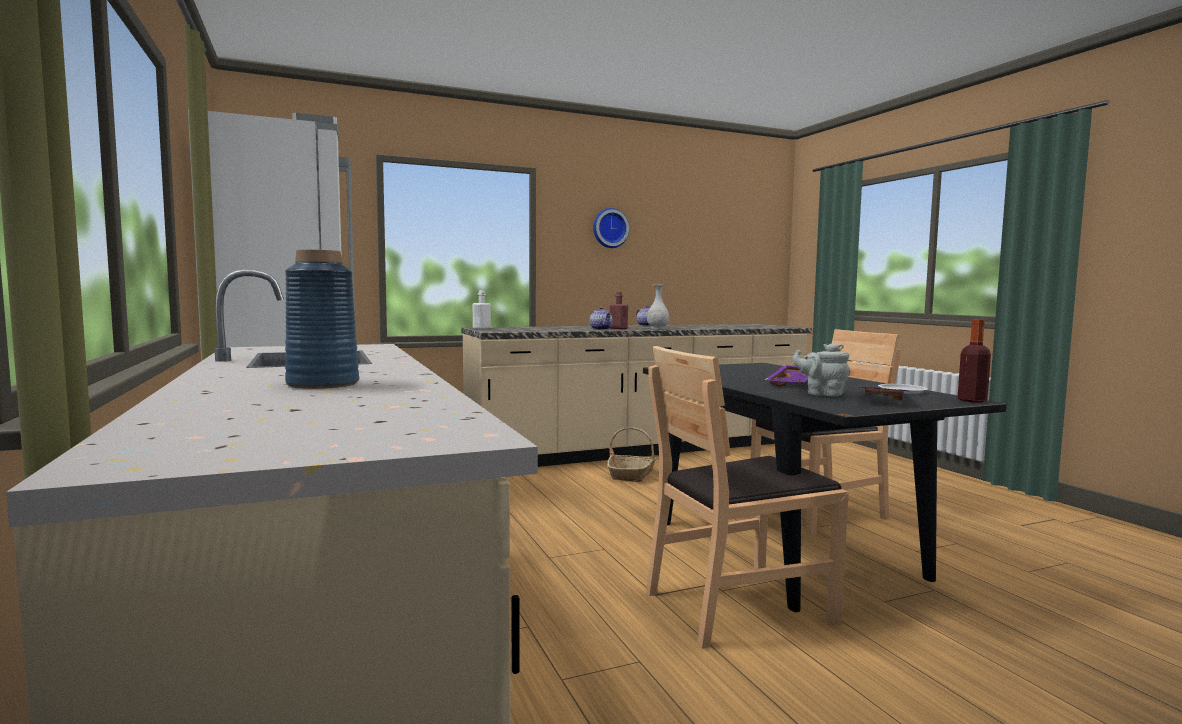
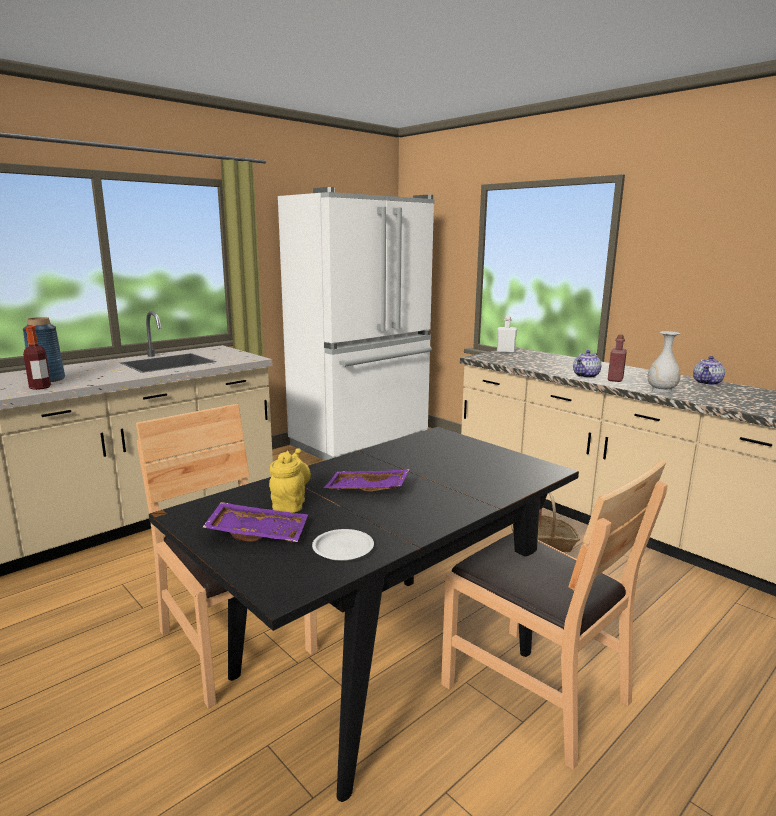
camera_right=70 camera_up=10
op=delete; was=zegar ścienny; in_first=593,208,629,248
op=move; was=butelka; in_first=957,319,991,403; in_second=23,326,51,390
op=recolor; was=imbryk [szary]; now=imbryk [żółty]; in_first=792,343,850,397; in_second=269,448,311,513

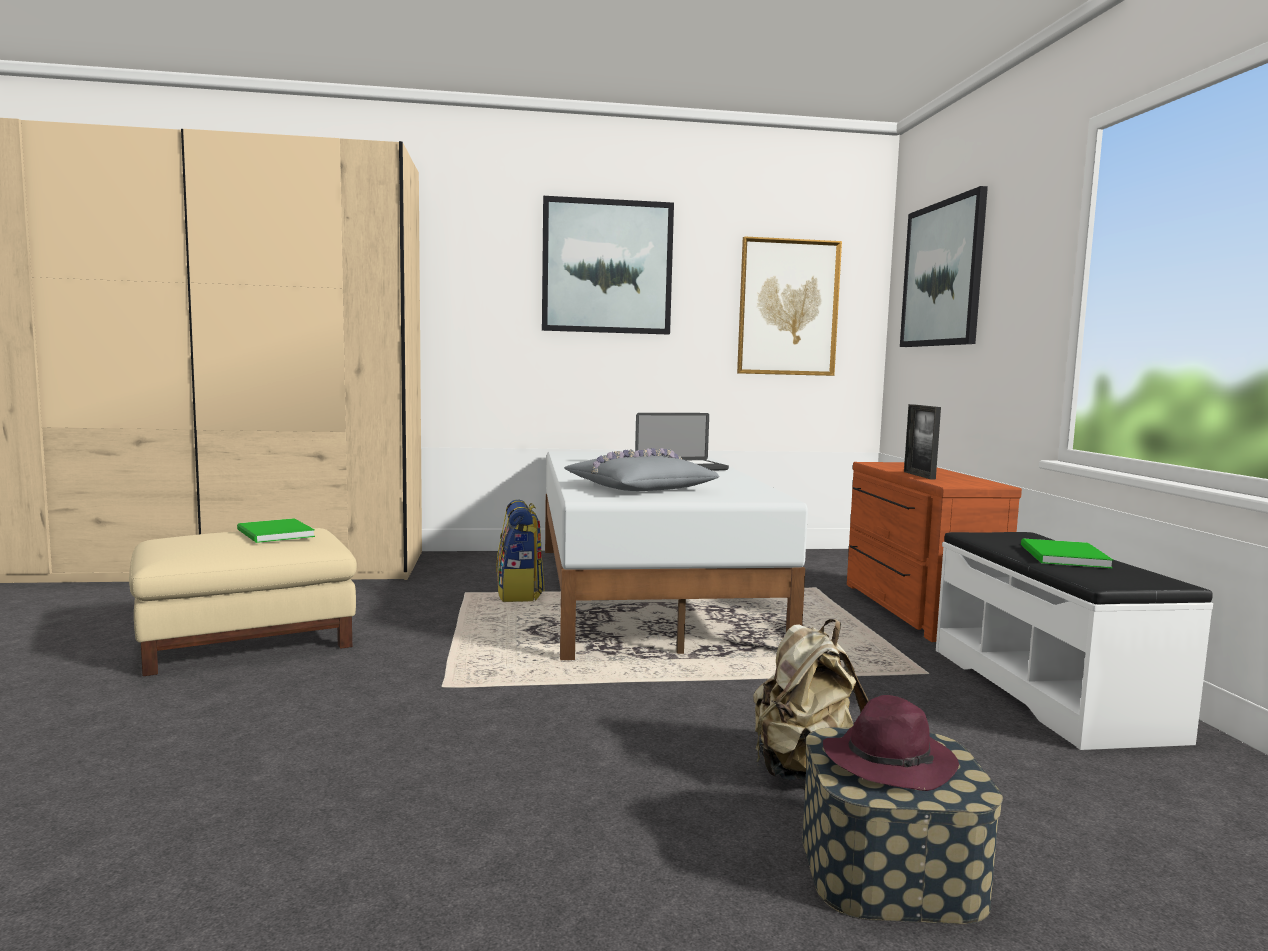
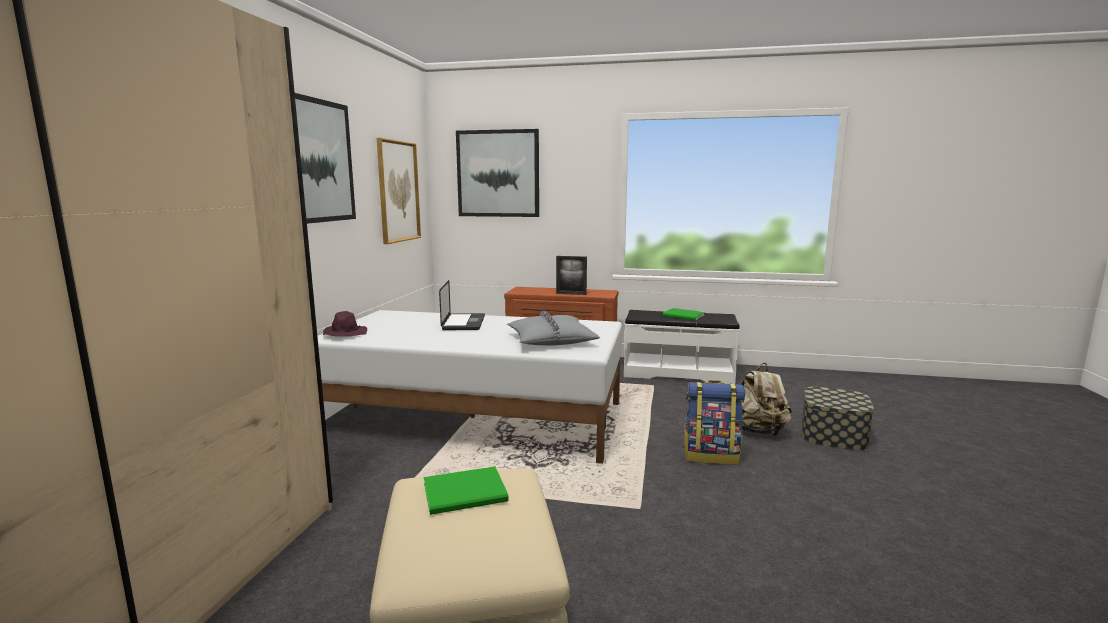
camera_right=-70 camera_up=5
op=move; was=plecak; in_first=496,500,544,602; in_second=683,380,745,465
op=move; was=kapelusz [fioletowy]; in_first=823,695,959,791; in_second=323,311,367,336

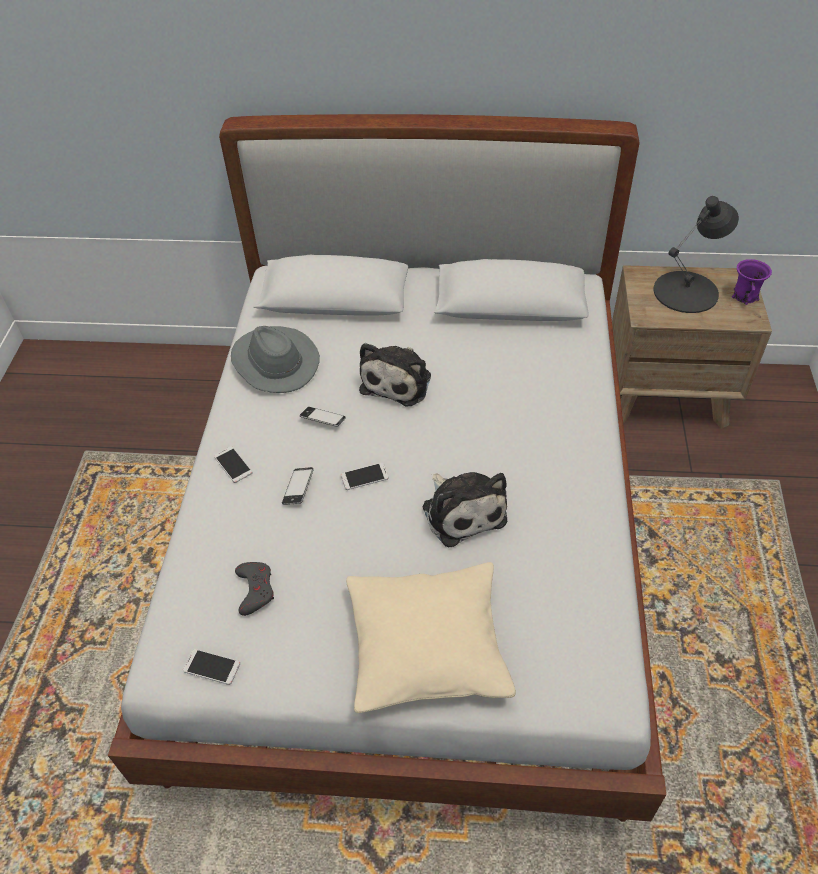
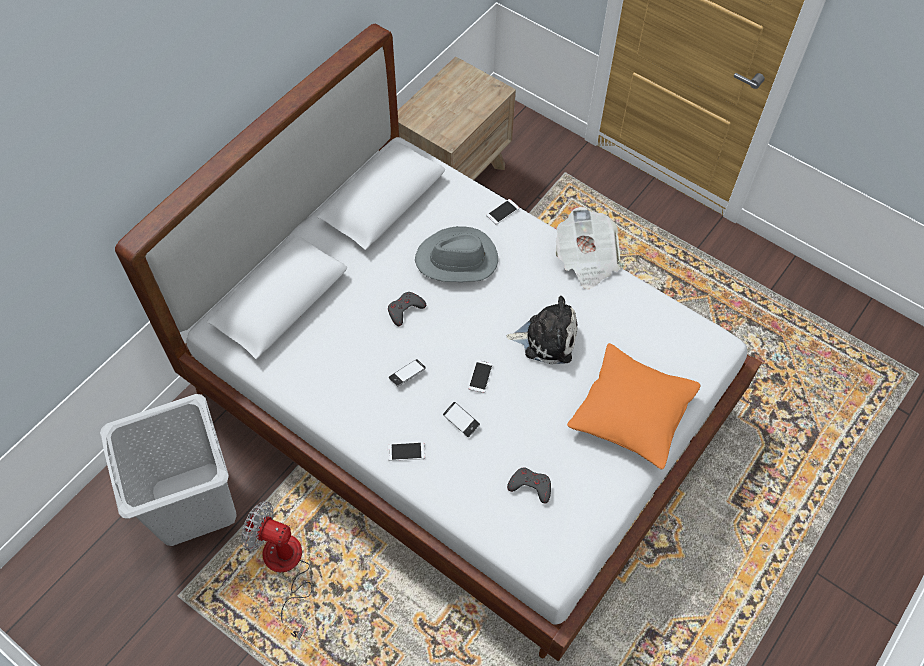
camera_right=-60 camera_up=10
op=delete; was=lampa stołowa [czarny]; in_first=653,196,739,313
op=delete; was=kubek [fioletowy]; in_first=732,259,772,305
op=move; was=kapelusz [szary]; in_first=231,326,320,393; in_second=415,226,498,282
op=replace; was=pluszak; now=pad do gier [szary]; in_first=359,343,431,406; in_second=388,292,426,326
op=recolor; was=poduszka [beżowy]; now=poduszka [pomarańczowy]; in_first=346,562,516,713; in_second=567,343,700,469
op=move; was=telefon; in_first=183,649,240,685; in_second=487,199,519,224
op=insert; now=gazeta; in_second=555,207,620,290
op=insert; now=kosz na pranie [szary]; in_second=100,394,237,546
op=insert; now=wentylator; in_second=241,501,312,641

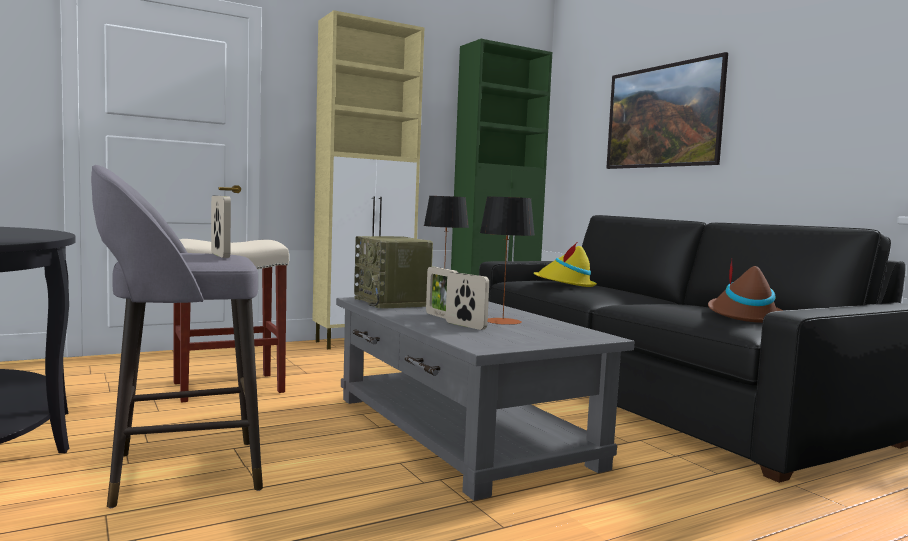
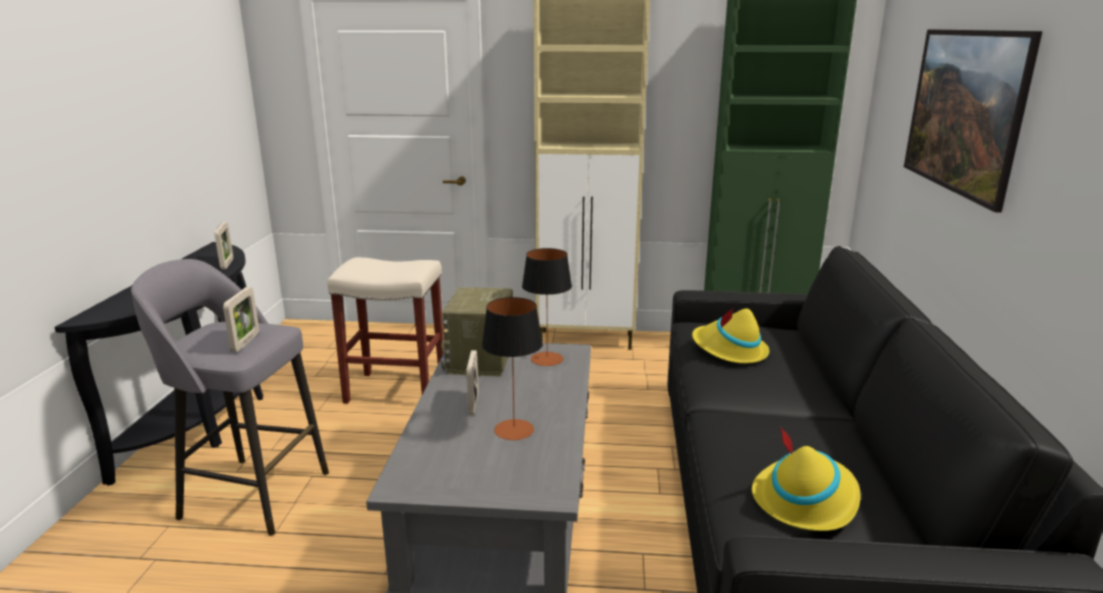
camera_right=35 camera_up=15
op=recolor; was=kapelusz [brązowy]; now=kapelusz [żółty]; in_first=708,259,783,323; in_second=752,427,861,531
op=move; was=ramka na zdjęcie; in_first=446,272,489,330; in_second=214,222,233,270

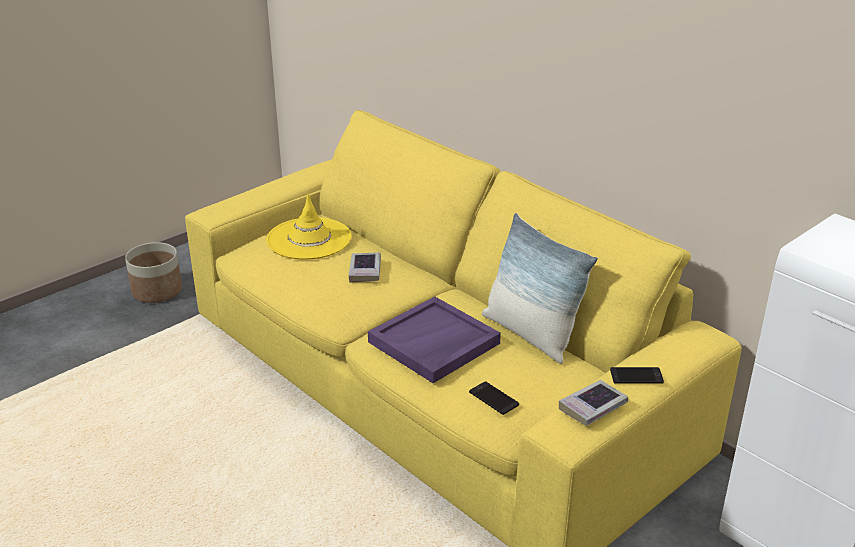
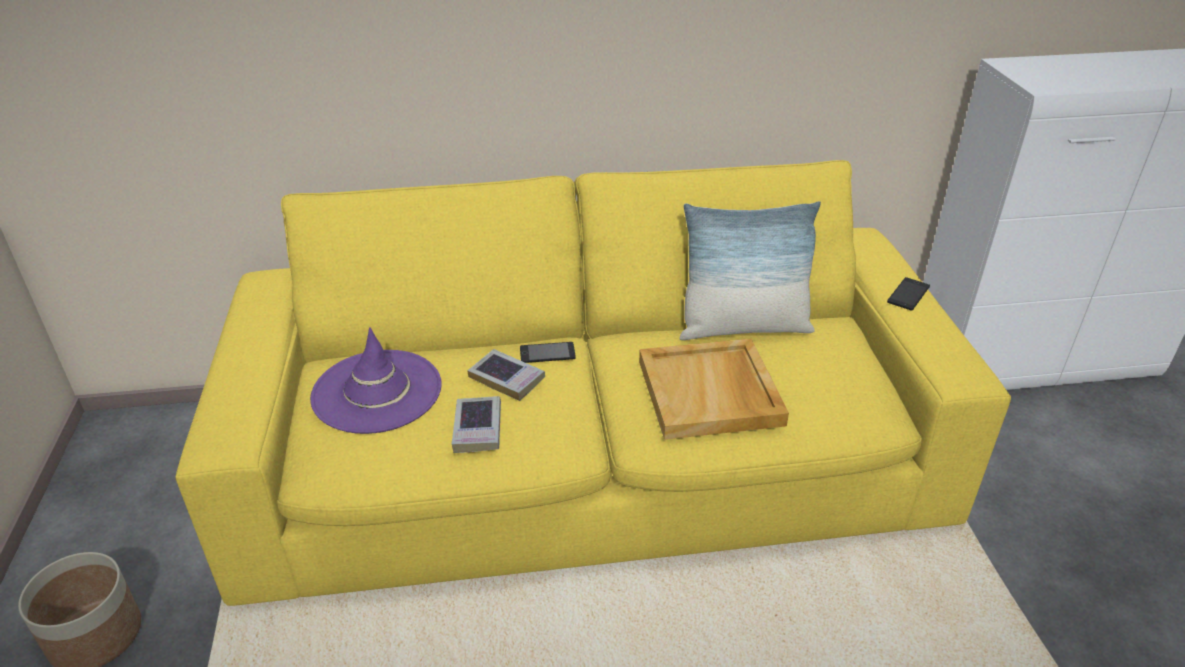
camera_right=-55 camera_up=5
op=recolor; was=kapelusz [żółty]; now=kapelusz [fioletowy]; in_first=266,194,352,259; in_second=310,328,442,434
op=recolor; was=taca [fioletowy]; now=taca [beżowy]; in_first=368,297,501,383; in_second=639,339,789,440
op=move; was=książka; in_first=559,380,628,426; in_second=452,396,501,453
op=move; was=telefon; in_first=469,381,519,415; in_second=520,342,576,363

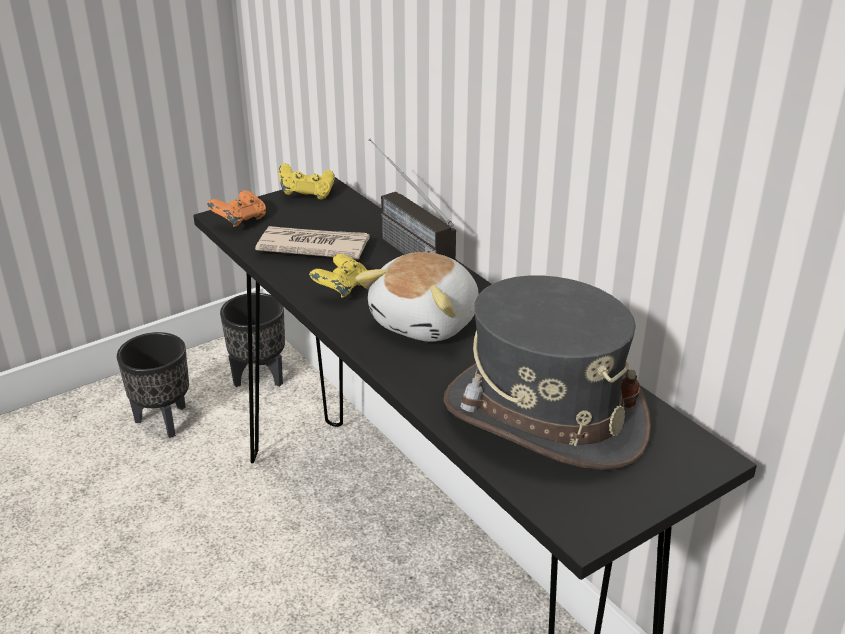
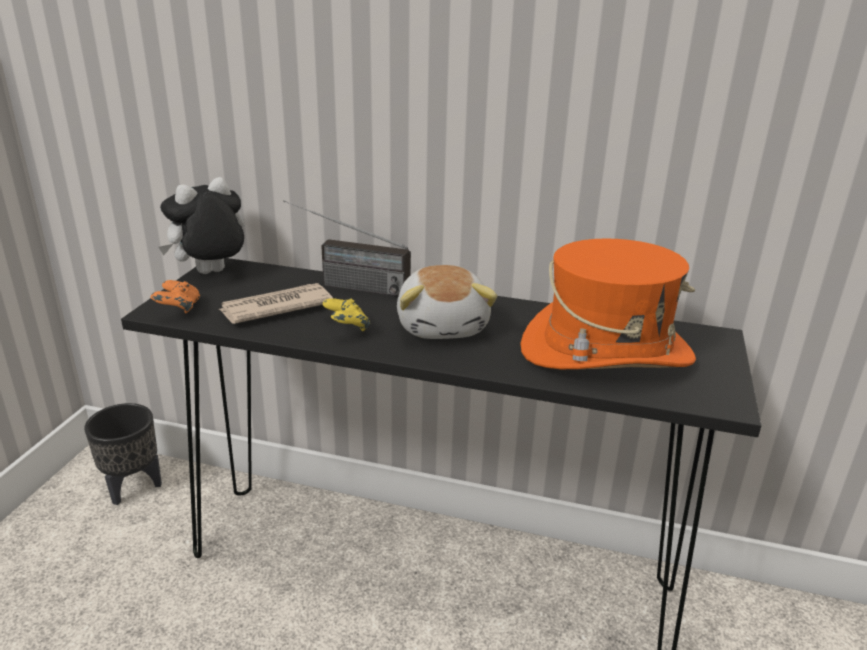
camera_right=-40 camera_up=-5
op=replace; was=pad do gier [żółty]; now=pluszak; in_first=279,164,335,199; in_second=159,177,245,274
op=recolor; was=kapelusz [szary]; now=kapelusz [pomarańczowy]; in_first=444,275,651,470; in_second=520,238,696,369
op=delete; was=donica [czarny]; in_first=117,332,189,438

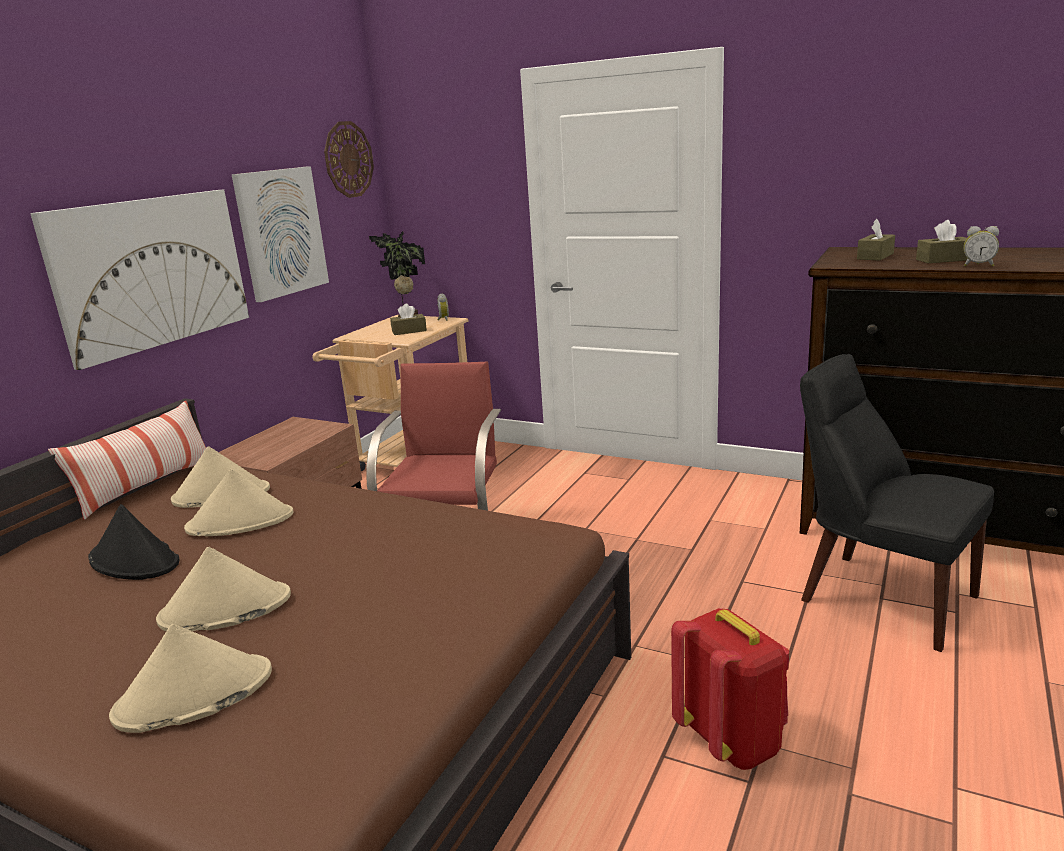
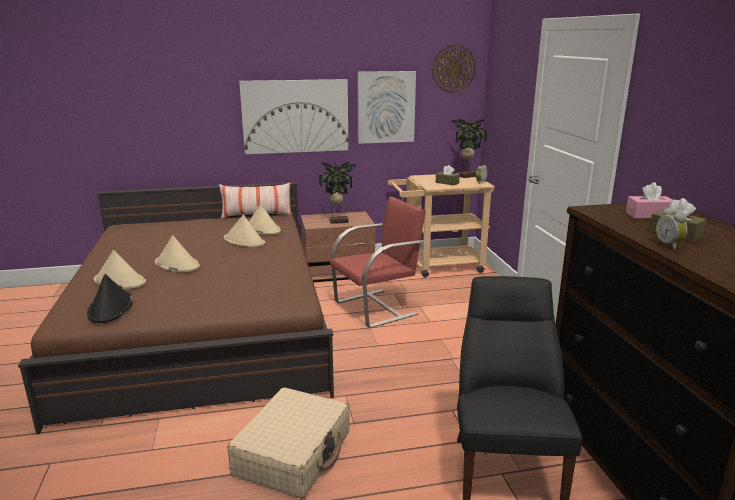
camera_right=50 camera_up=0
op=recolor; was=pudełko chusteczek [brązowy]; now=pudełko chusteczek [różowy]; in_first=857,219,895,261; in_second=626,182,672,219
op=move; was=kapelusz [czarny]; in_first=88,504,179,580; in_second=87,274,132,323
op=replace; was=plecak [czerwony]; now=walizka [beżowy]; in_first=671,608,789,770; in_second=228,387,350,498
op=insert; now=roślina doniczkowa; in_second=319,162,356,224

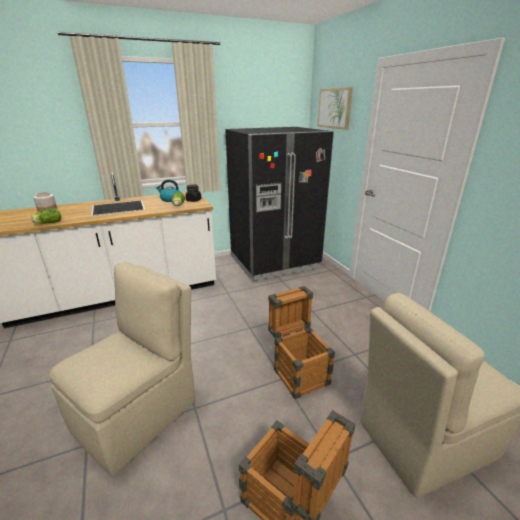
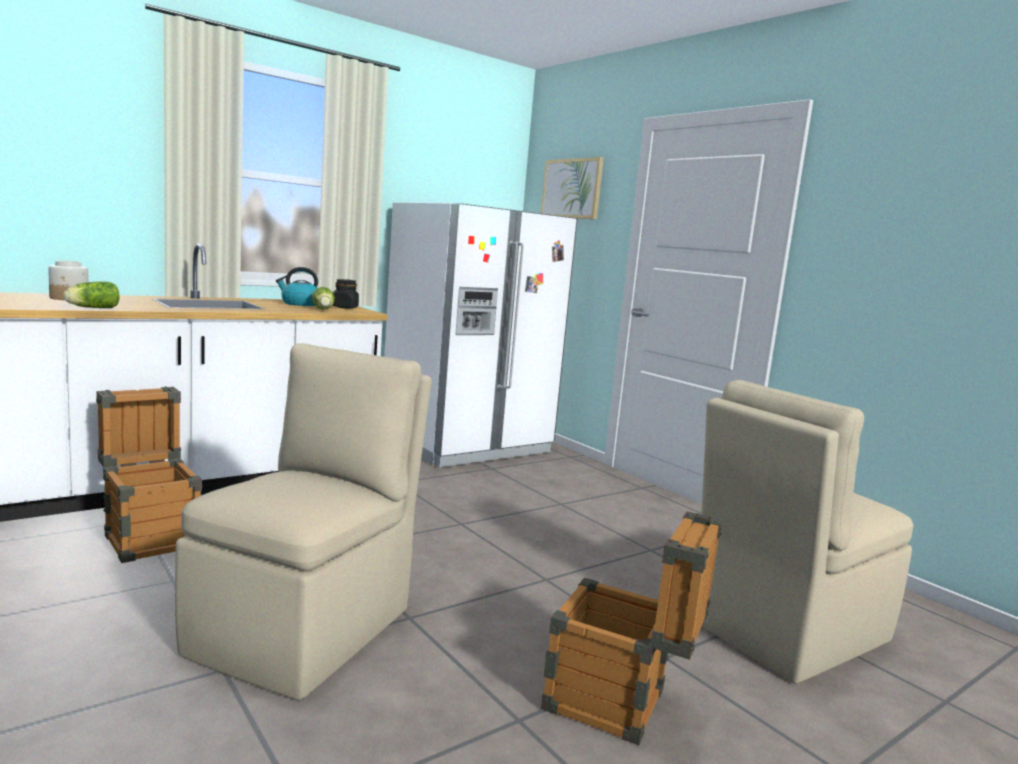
camera_right=-15 camera_up=-15
op=recolor; was=lodówka [czarny]; now=lodówka [biały]; in_first=225,127,334,281; in_second=384,202,578,467
op=move; was=skrzynka; in_first=268,286,335,399; in_second=96,387,203,563

